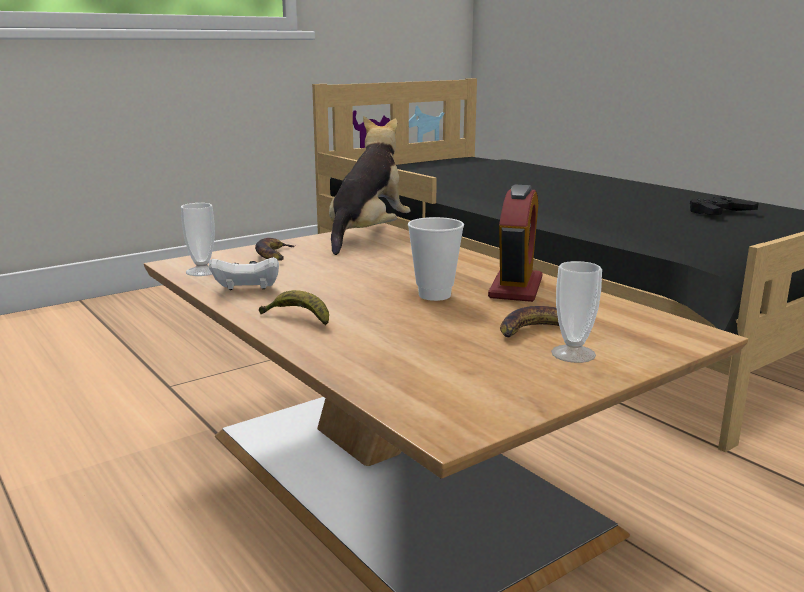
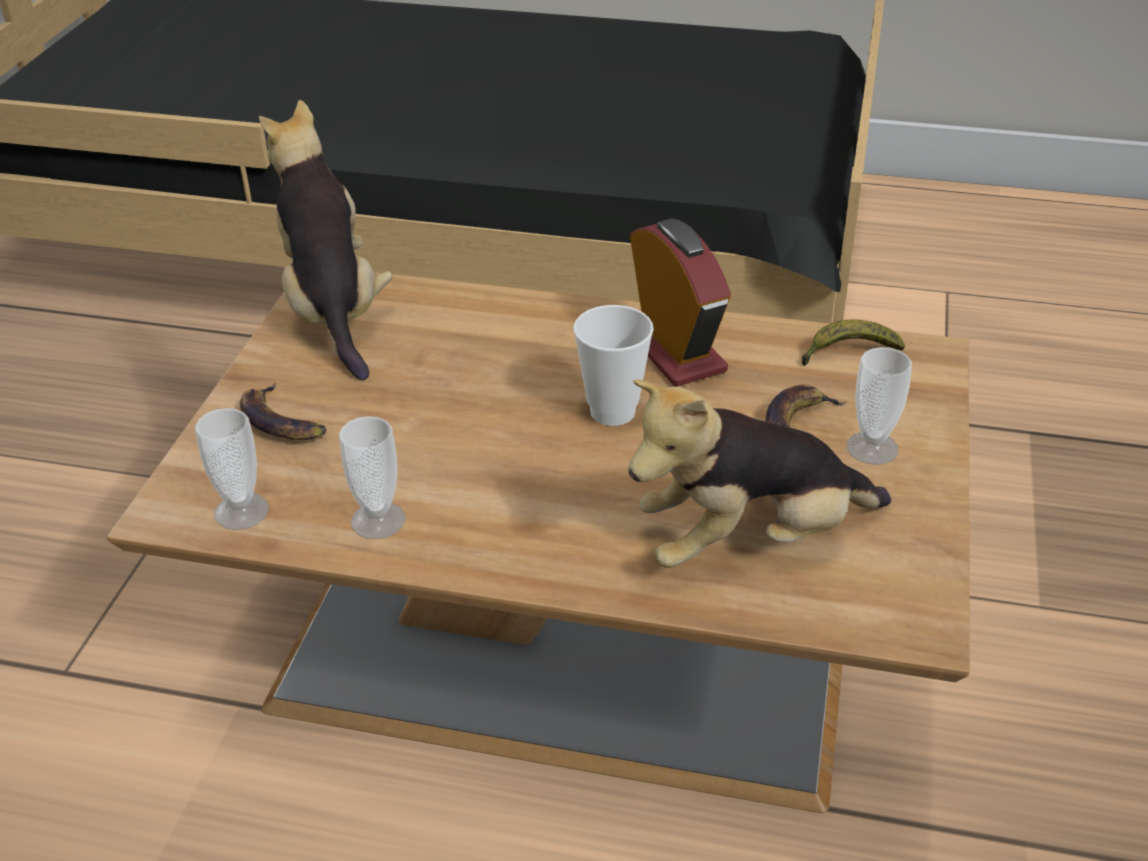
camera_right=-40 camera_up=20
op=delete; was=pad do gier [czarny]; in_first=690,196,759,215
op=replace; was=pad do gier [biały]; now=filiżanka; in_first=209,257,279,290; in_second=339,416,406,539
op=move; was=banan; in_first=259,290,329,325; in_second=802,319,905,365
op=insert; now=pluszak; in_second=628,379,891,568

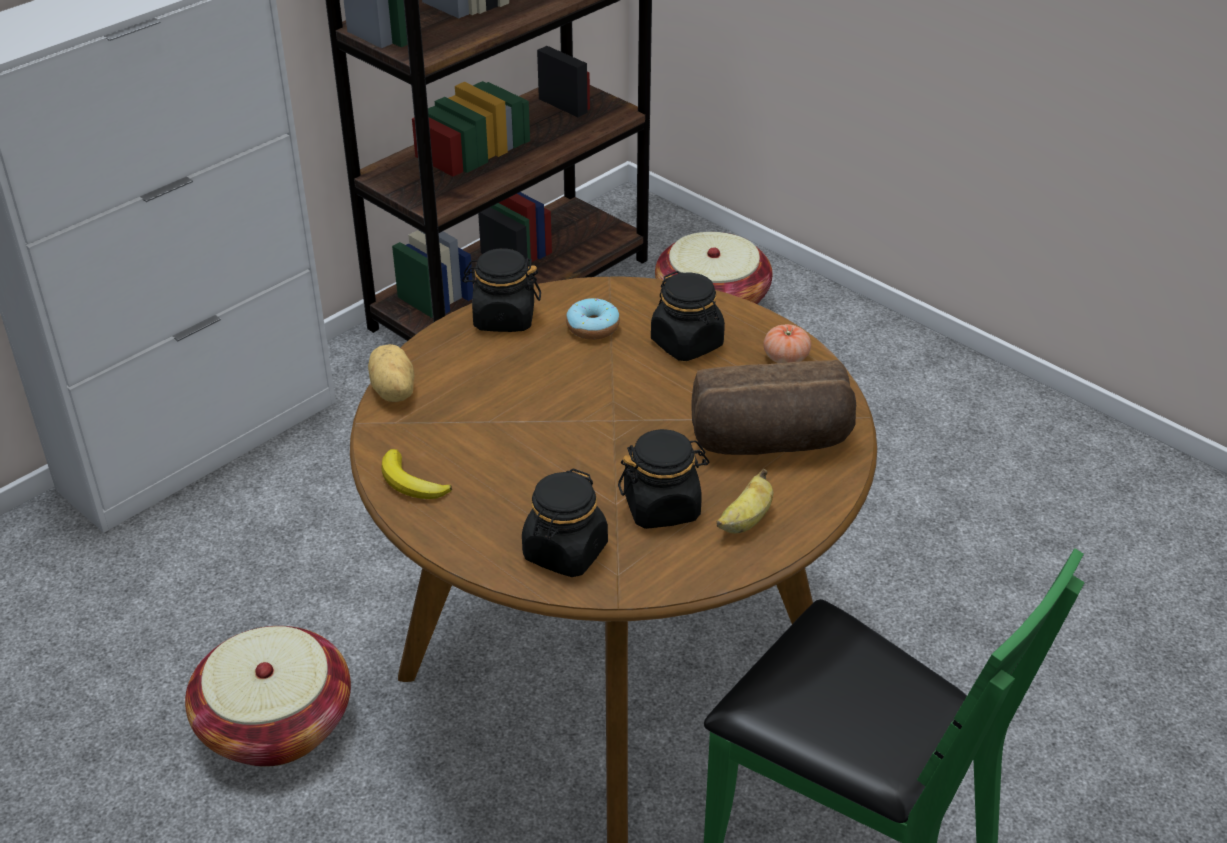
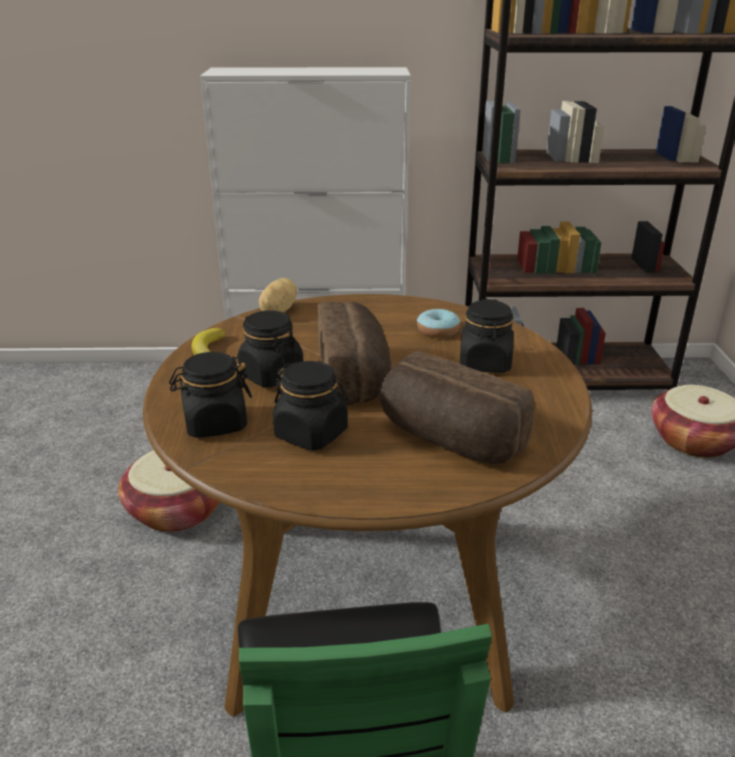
camera_right=45 camera_up=-10
op=move; was=słoik [czarny]; in_first=462,248,541,332; in_second=237,310,303,387
op=delete; was=pomidor; in_first=763,324,811,363
op=delete; was=banan; in_first=717,469,774,534
op=insert; now=chleb; in_second=317,302,391,406

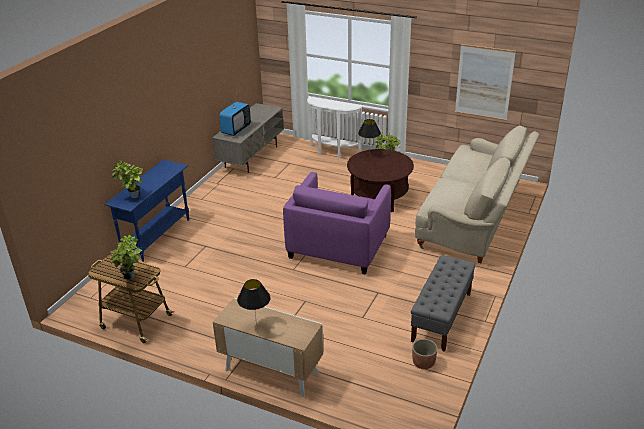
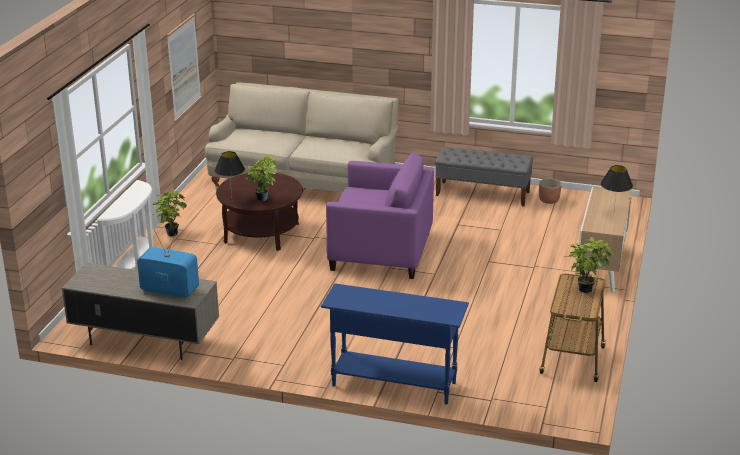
camera_right=-100 camera_up=-5
op=move; was=roślina doniczkowa; in_first=110,160,143,198; in_second=246,156,277,201

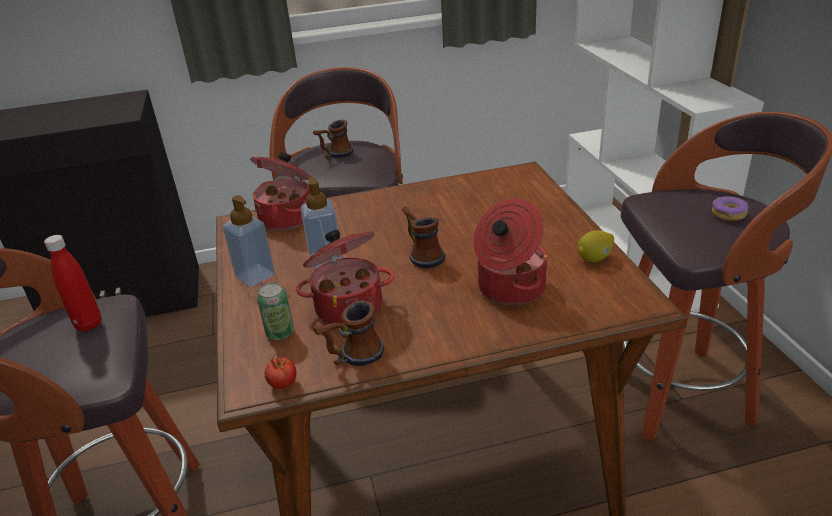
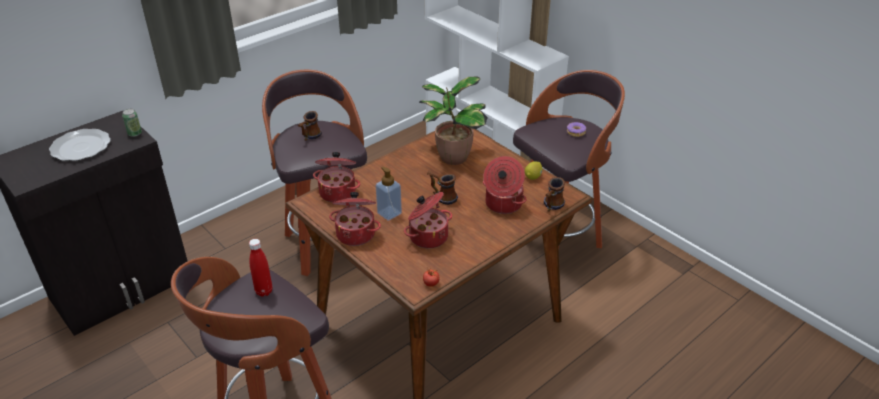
camera_right=-30 camera_up=5
op=replace; was=dozownik mydła; now=garnek; in_first=223,195,275,287; in_second=329,192,381,246
op=move; was=puszka; in_first=257,283,294,340; in_second=122,109,142,137
op=move; was=kubek; in_first=314,300,384,366; in_second=544,177,565,212
op=insert; now=roślina doniczkowa; in_second=419,77,488,165
op=insert; now=talerz; in_second=49,129,111,161

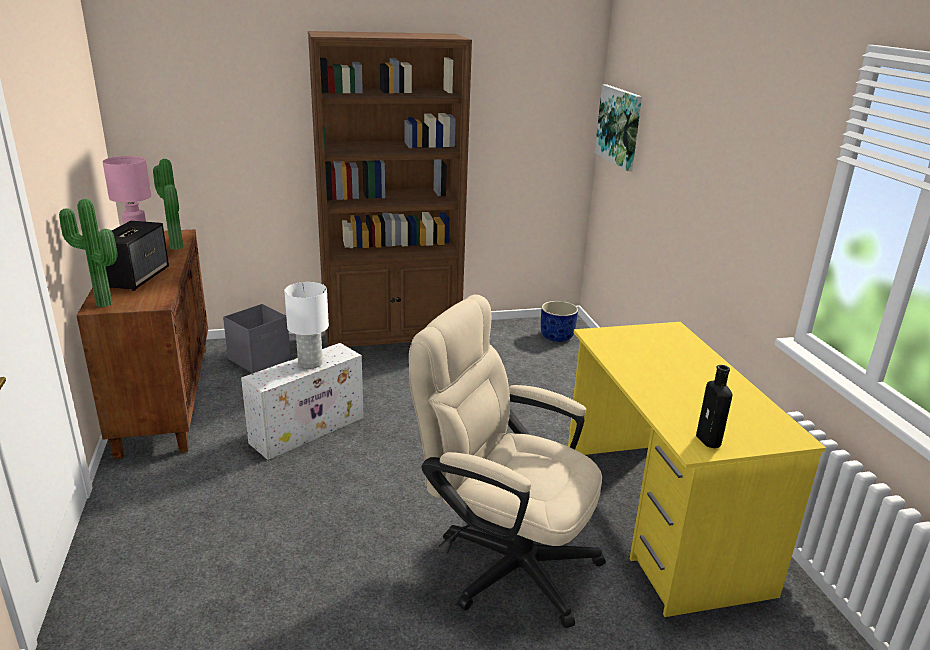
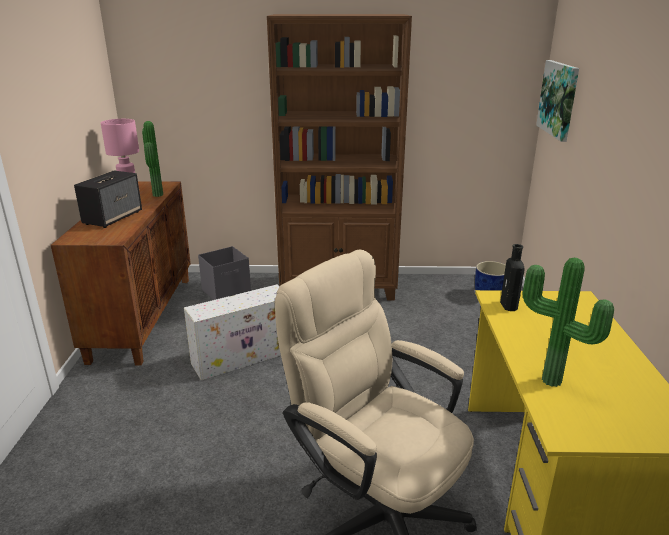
camera_right=15 camera_up=0
op=move; was=roślina doniczkowa; in_first=59,199,118,307; in_second=522,258,614,387
op=delete; was=lampa stołowa [biały]; in_first=284,282,329,369
op=move; was=butelka [czarny]; in_first=696,365,733,448; in_second=500,244,525,311

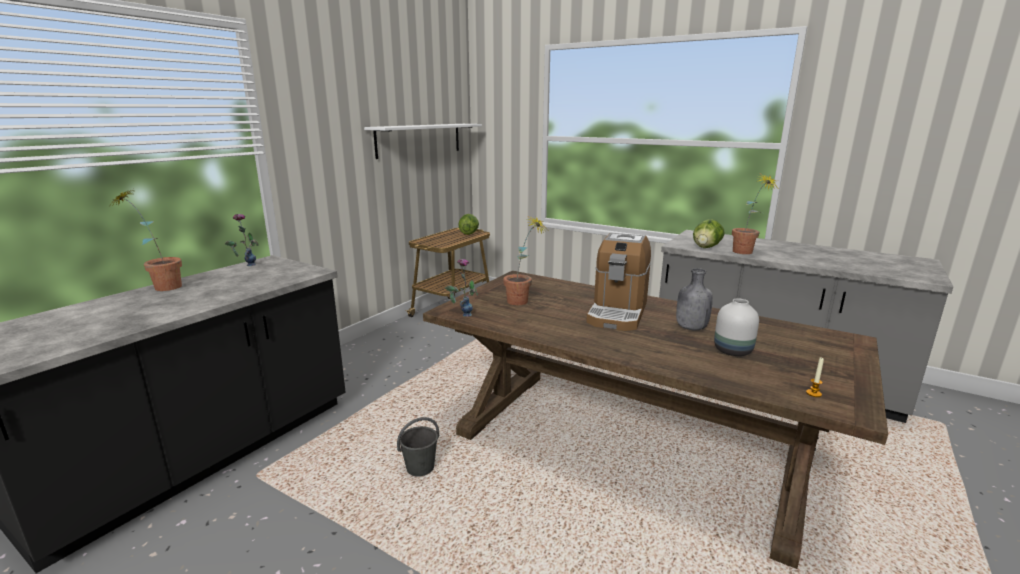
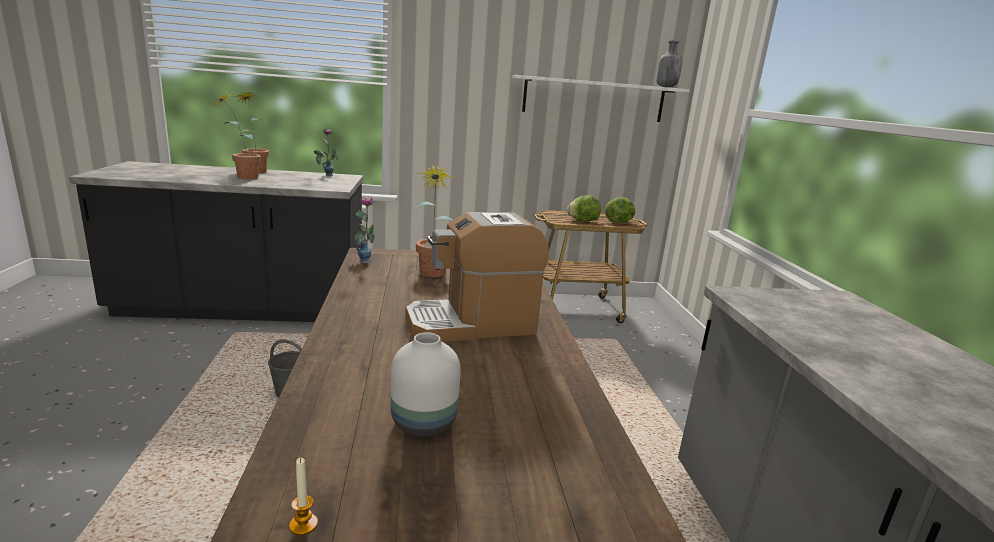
camera_right=50 camera_up=0
op=move; was=roślina doniczkowa; in_first=732,175,779,254; in_second=214,93,261,180
op=move; was=sałata; in_first=693,219,725,248; in_second=567,195,601,221
op=move; was=butelka [szary]; in_first=676,268,713,330; in_second=656,40,682,87

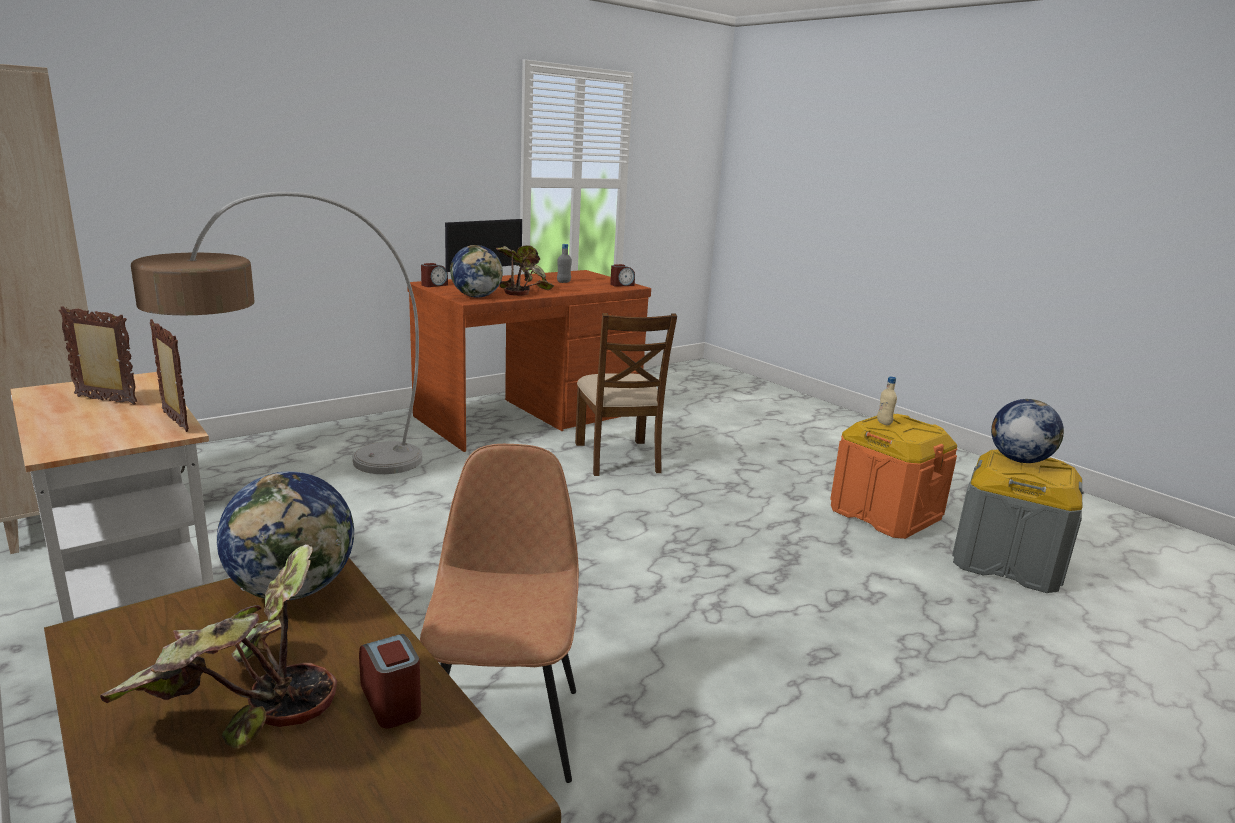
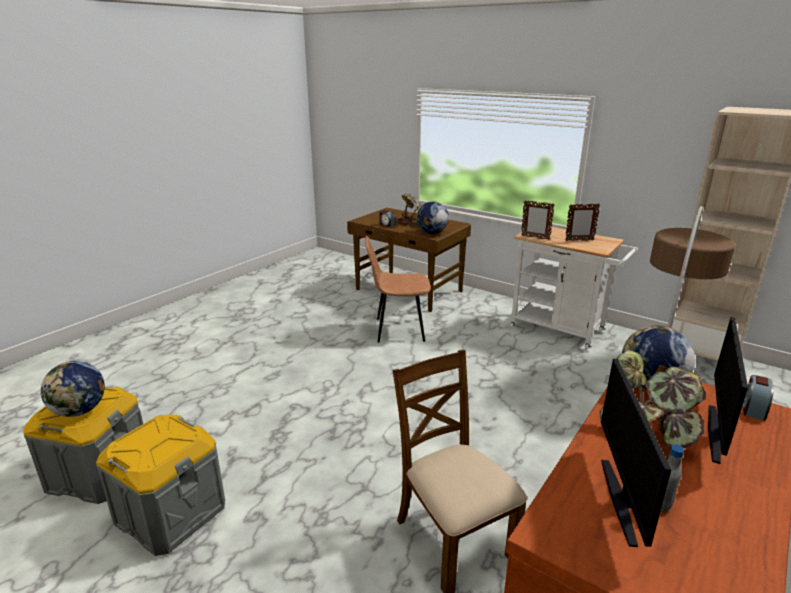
camera_right=165 camera_up=5
op=delete; was=budzik; in_first=610,264,635,287
op=delete; was=butelka [beżowy]; in_first=877,377,897,426
op=recolor; was=pojemnik do przechowywania [pomarańczowy]; now=pojemnik do przechowywania [szary]; in_first=830,414,957,539; in_second=96,415,225,556
op=rotate; was=krzesło [brązowy]; in_first=420,444,579,783; in_second=365,236,431,343; clockwise=105
op=insert; now=monitor; in_second=601,359,671,547

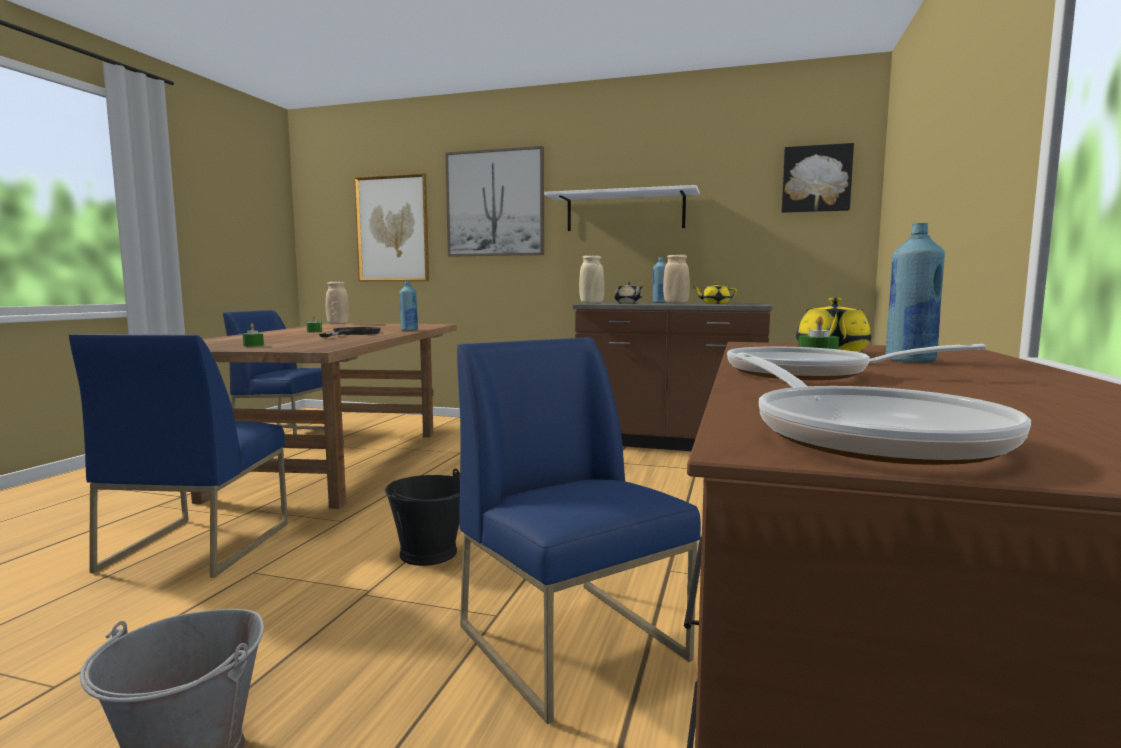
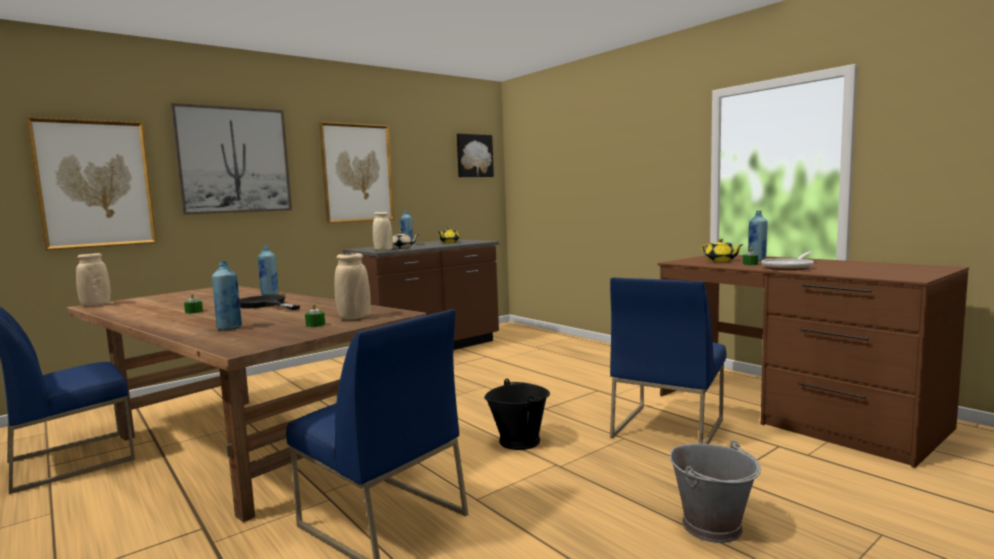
camera_right=-55 camera_up=0
op=replace; was=półka [biały]; now=obraz; in_first=544,185,700,231; in_second=319,122,395,223
op=move; was=wazon [beżowy]; in_first=663,255,690,304; in_second=334,253,371,320
op=rotate; was=krzesło [niebieski]; in_first=457,337,701,724; in_second=610,277,727,444; clockwise=-60
op=delete; was=patelnia; in_first=735,352,1031,465
op=insert; now=butelka [niebieski]; in_second=212,261,242,330

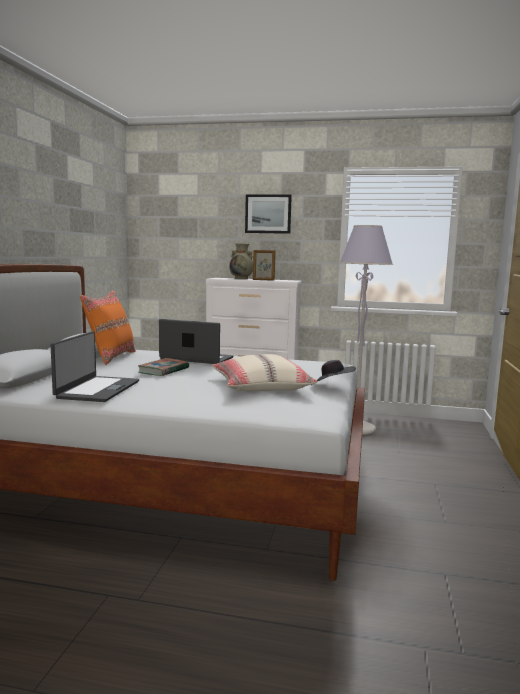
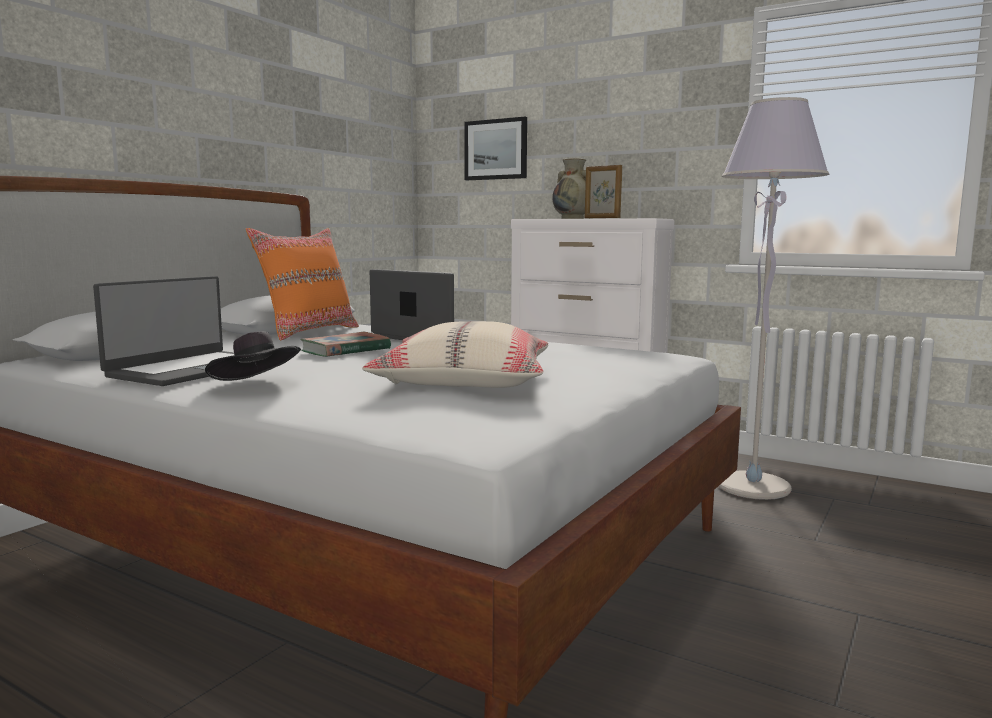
camera_right=20 camera_up=0
op=move; was=obraz; in_first=245,194,292,234; in_second=464,117,527,180
op=move; was=kapelusz [czarny]; in_first=312,360,356,385; in_second=205,331,301,381

